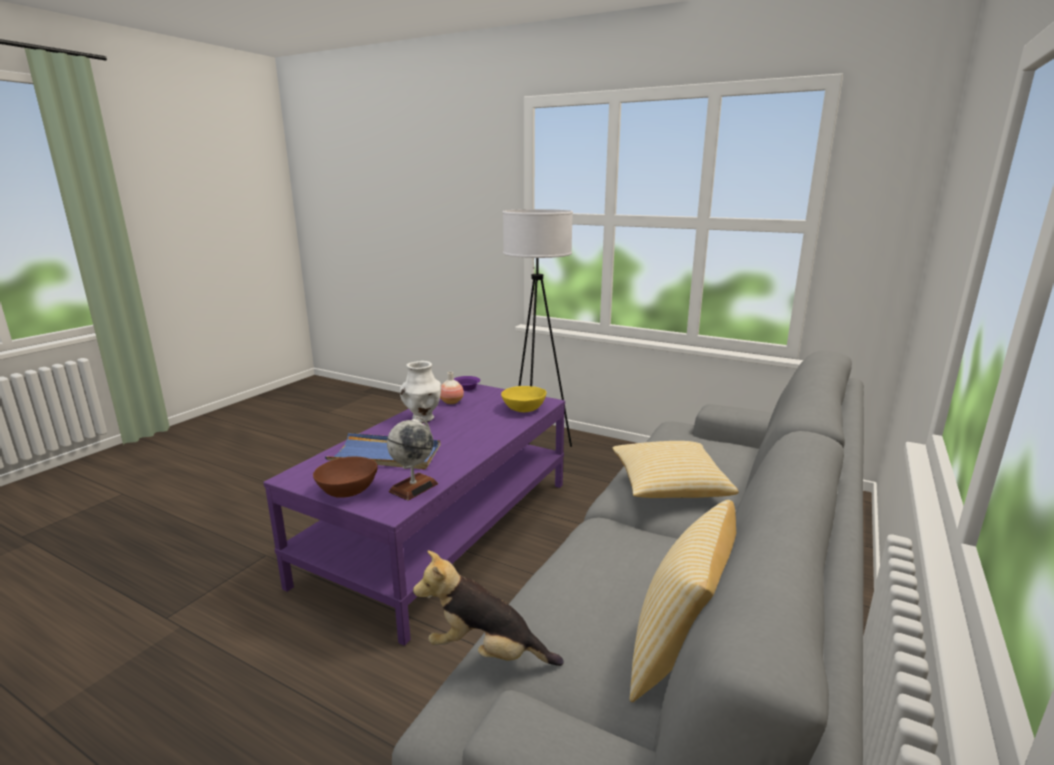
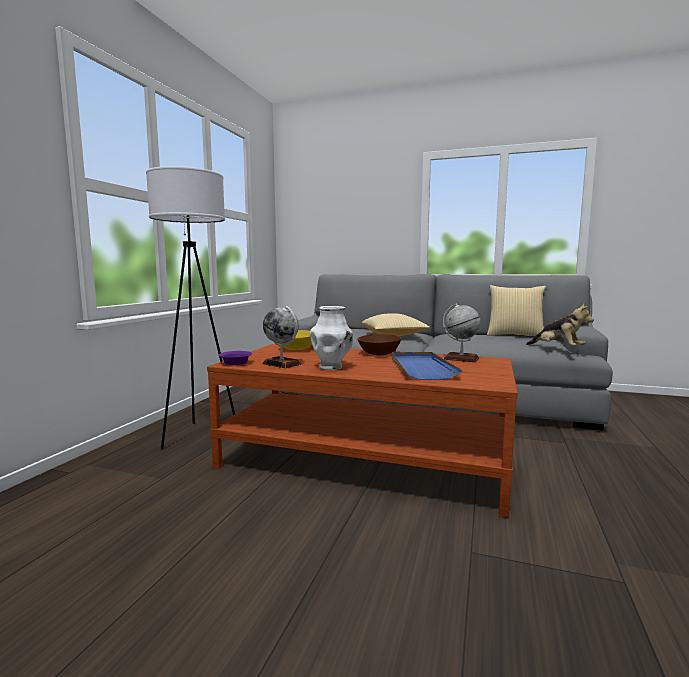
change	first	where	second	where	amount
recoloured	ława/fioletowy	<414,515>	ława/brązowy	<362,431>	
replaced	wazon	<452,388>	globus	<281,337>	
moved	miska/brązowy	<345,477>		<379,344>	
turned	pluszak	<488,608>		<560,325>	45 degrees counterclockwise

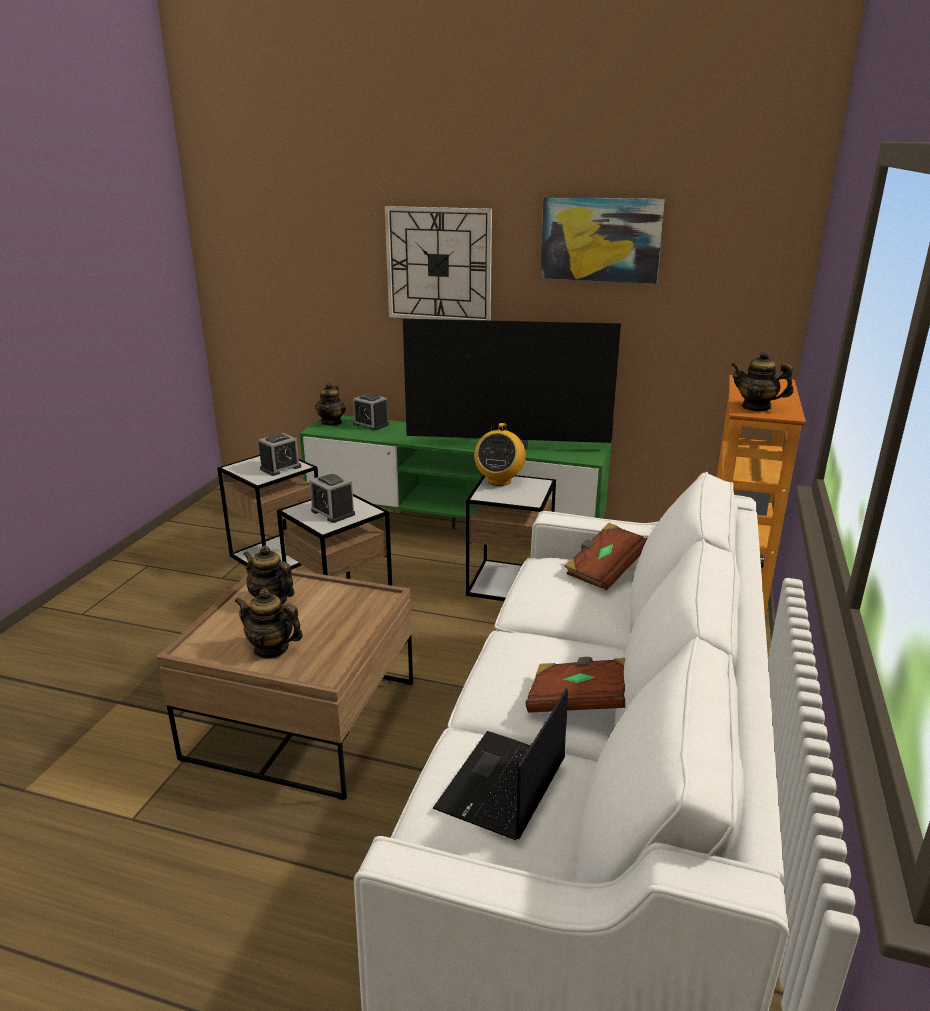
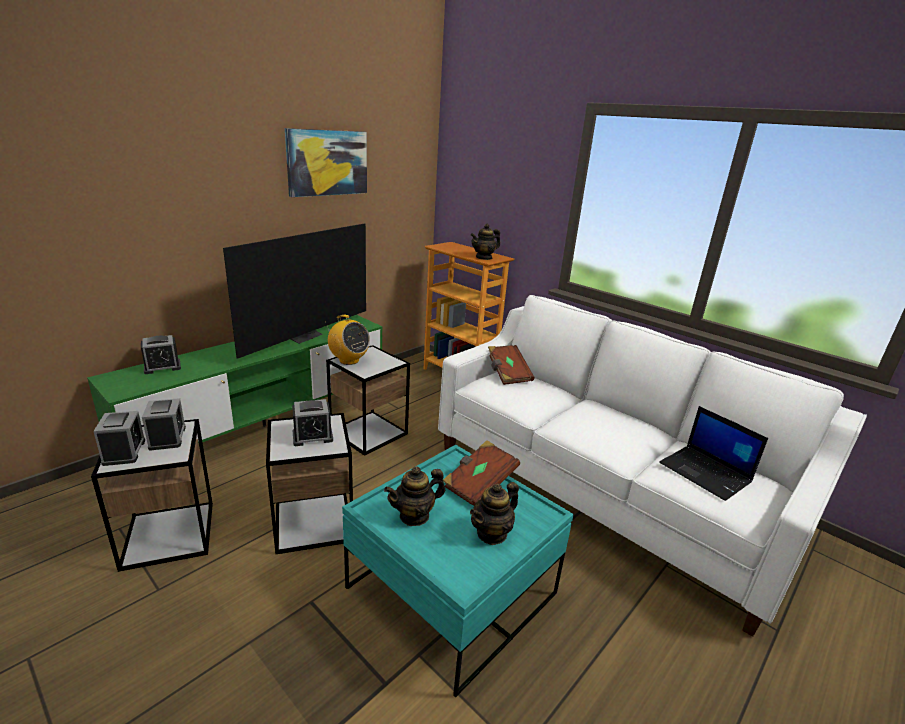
change	first	where	second	where	amount
added			budzik	<119,438>	
recoloured	ława/brązowy	<284,685>	ława/turkusowy	<458,571>	
moved	książka/brązowy	<575,685>		<481,473>	
removed	imbryk	<330,404>			
removed	zegar ścienny	<438,263>			

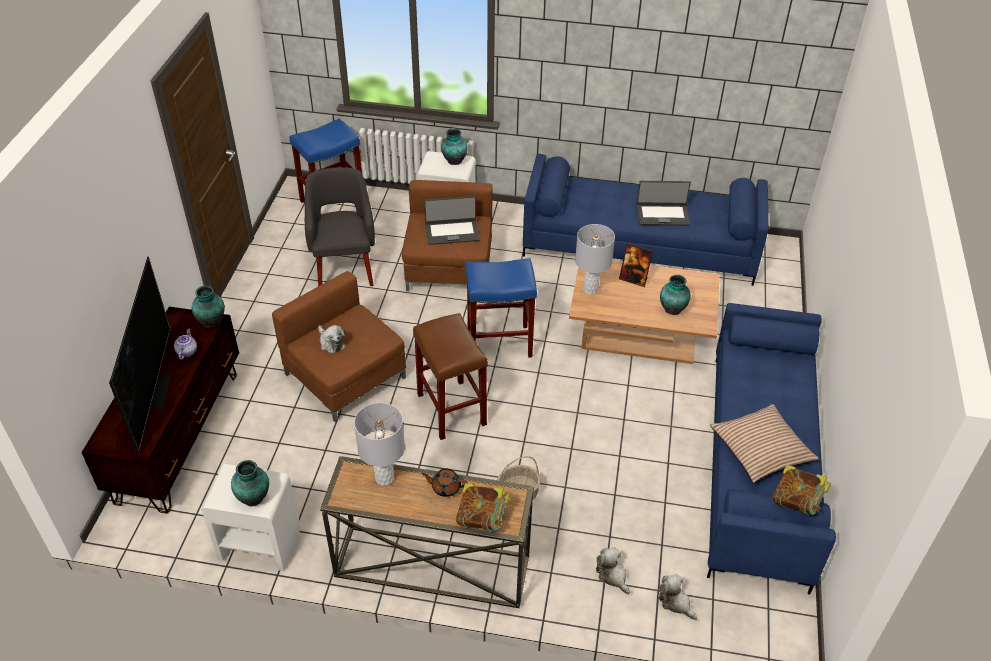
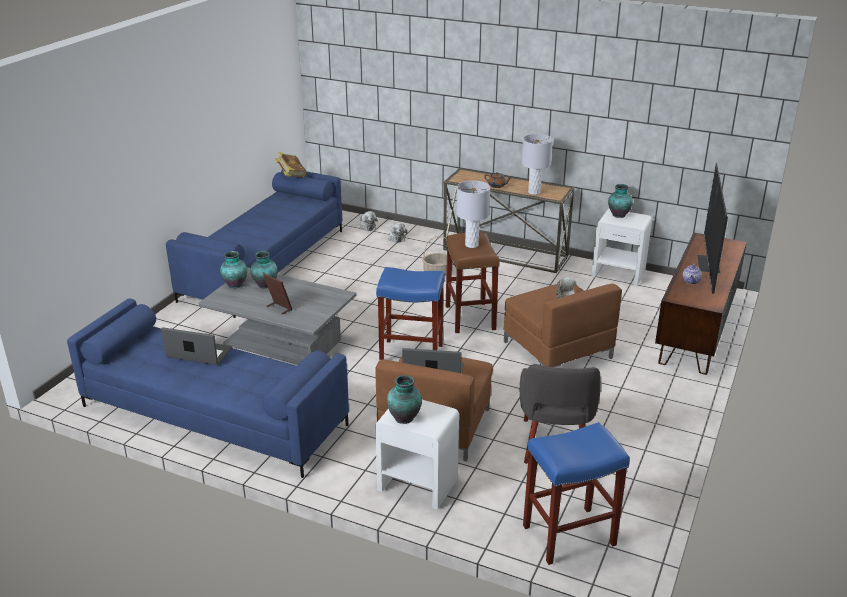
change	first	where	second	where	amount
recoloured	ława/brązowy	<644,312>	ława/szary	<277,316>	
moved	wazon	<208,307>		<233,269>	
moved	lampa stołowa/szary	<595,259>		<473,214>	
removed	książka	<483,507>			
removed	poduszka	<764,443>			

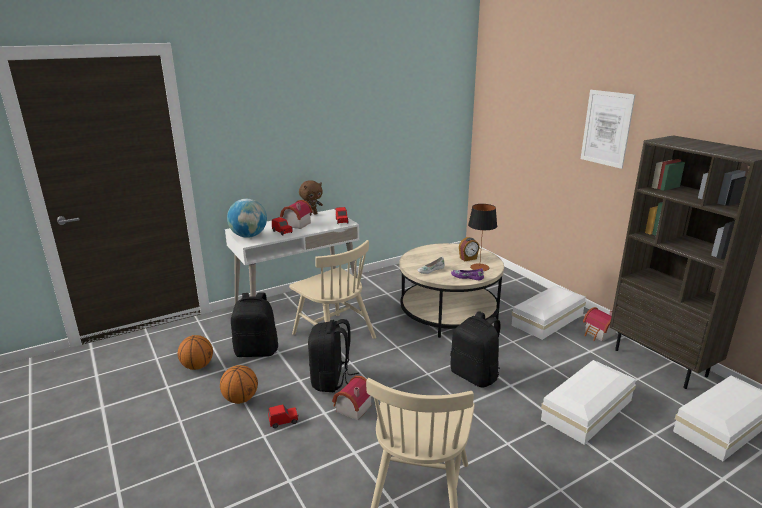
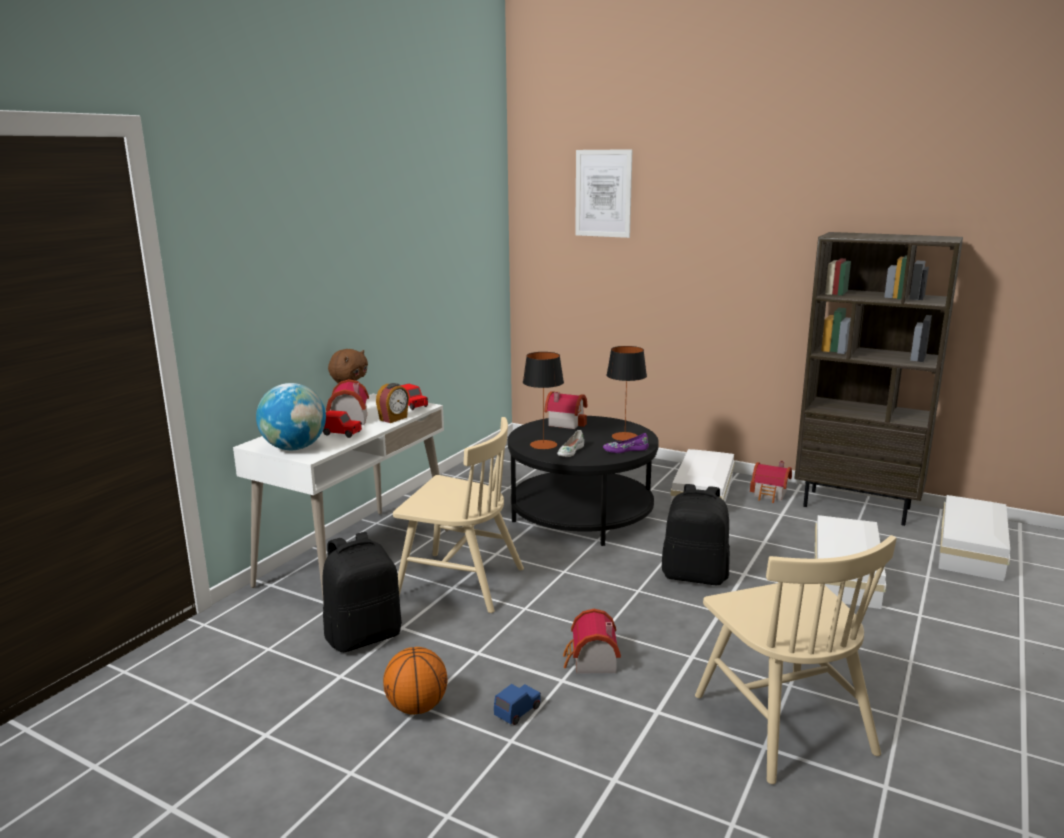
change	first	where	second	where	amount
moved	budzik	<469,249>		<392,403>	
recoloured	samochodzik/czerwony	<283,416>	samochodzik/niebieski	<517,704>	
recoloured	ława/beżowy	<451,290>	ława/czarny	<583,481>	
added			lampa stołowa	<543,400>	
added			domek	<566,410>	
moved	obraz	<608,129>		<604,193>	
removed	piłka do koszykówki	<195,352>			
removed	plecak/czarny	<333,355>			

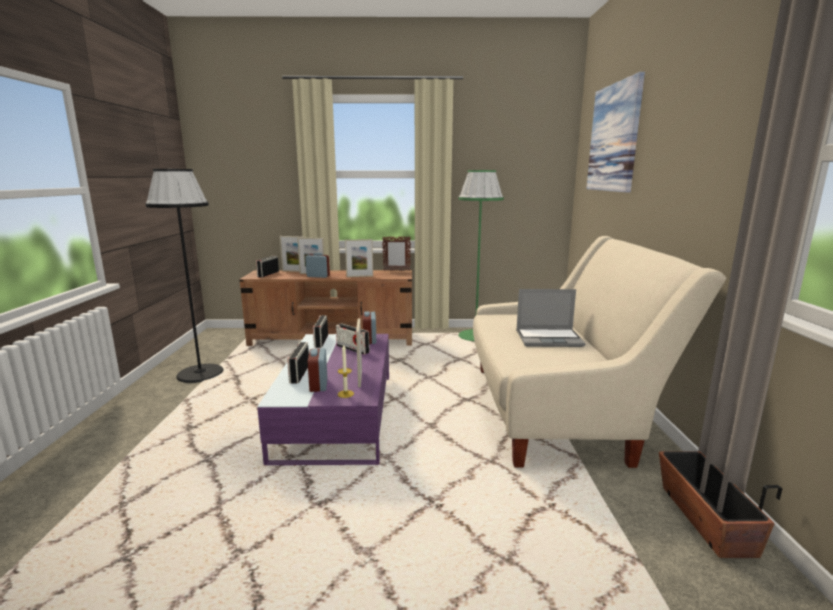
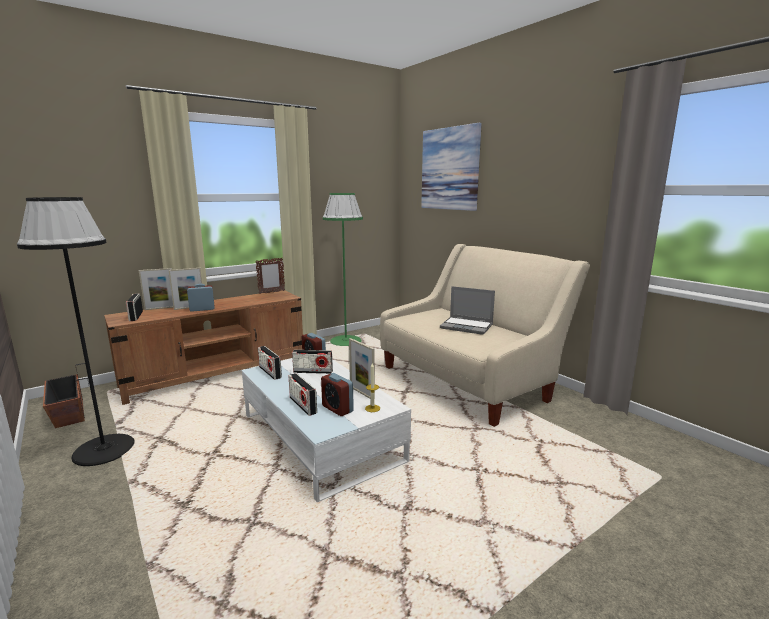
change	first	where	second	where	amount
moved	donica	<720,504>		<66,395>	
recoloured	ława/fioletowy	<323,399>	ława/biały	<326,430>	
turned	laptop	<550,318>		<467,310>	60 degrees clockwise
removed	ramka na zdjęcie	<359,258>			

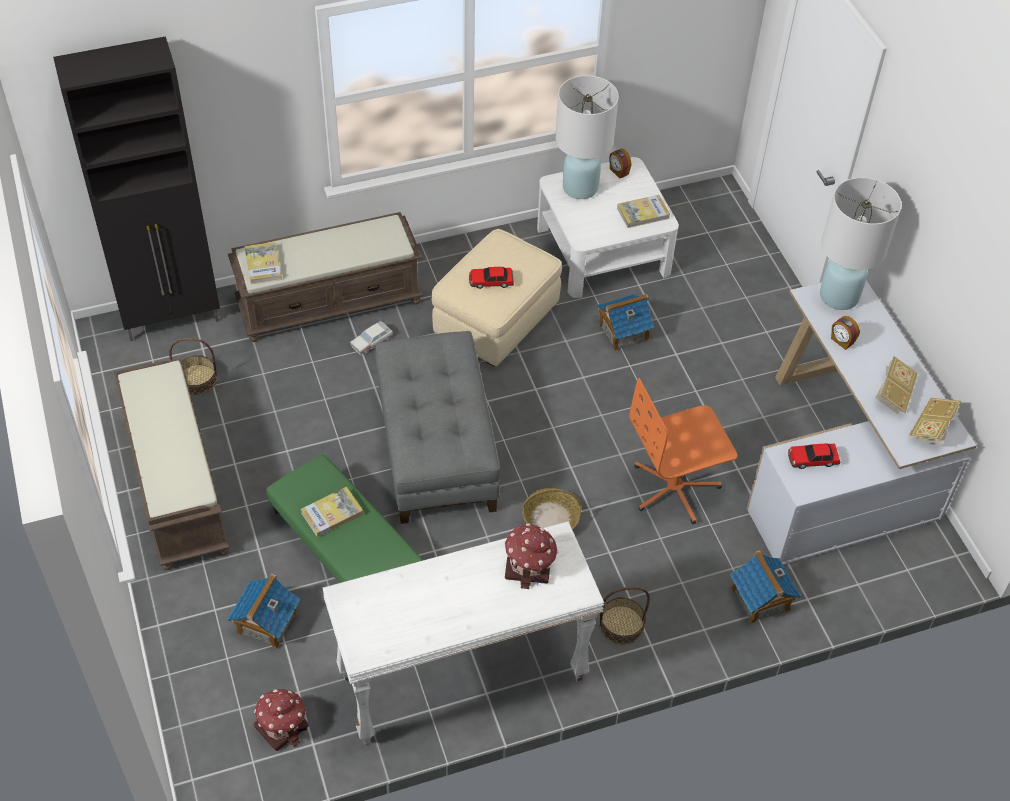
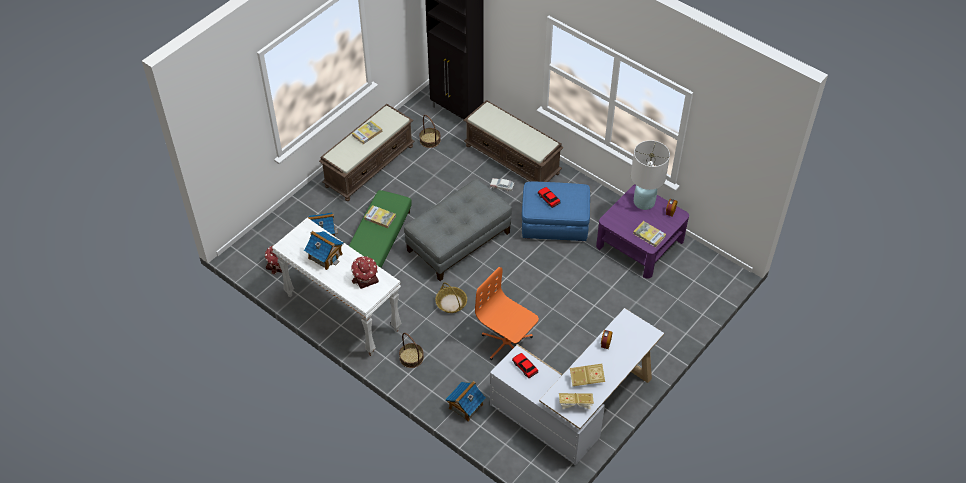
change	first	where	second	where	amount
moved	domek	<625,322>		<324,250>	
moved	książka	<263,263>		<367,132>	
recoloured	pufa/beżowy	<496,298>	pufa/niebieski	<556,211>	
recoloured	ława/biały	<608,227>	ława/fioletowy	<642,232>	
removed	lampa stołowa/biały	<861,243>			

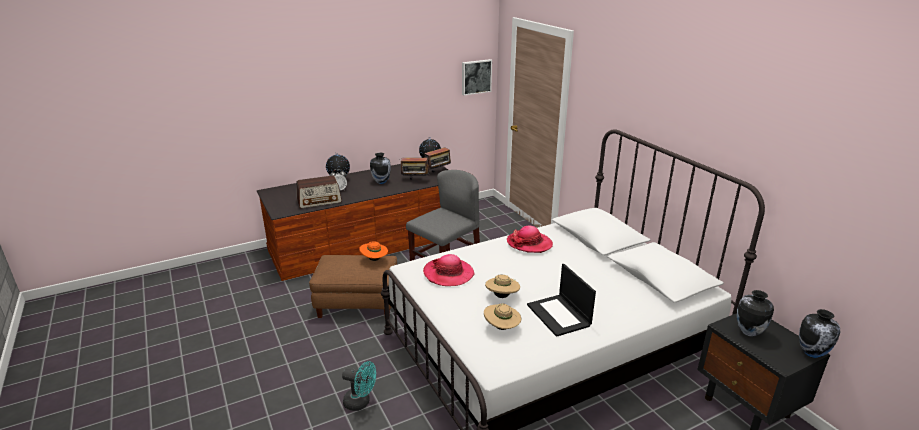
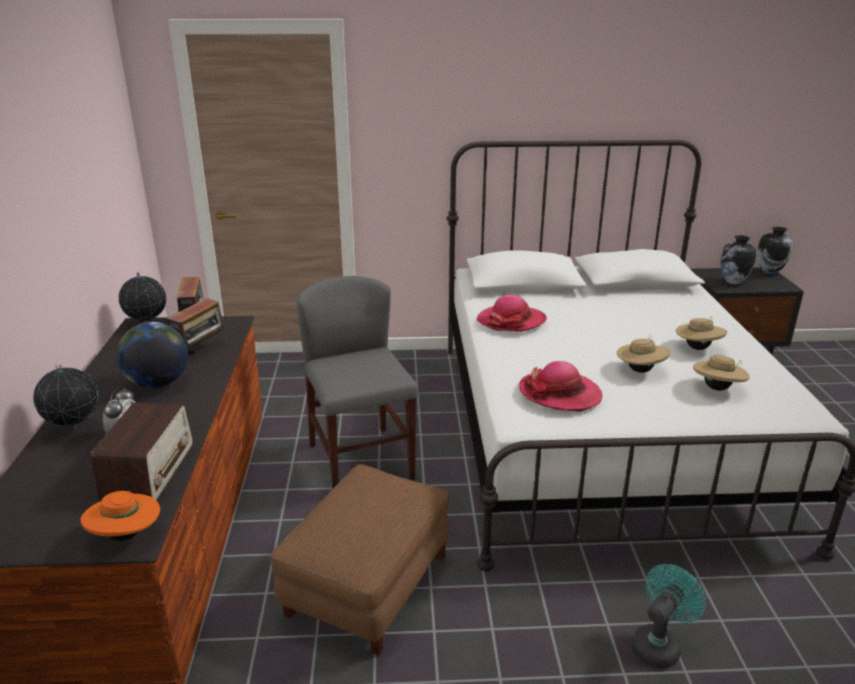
change	first	where	second	where	amount
moved	kapelusz/pomarańczowy	<373,251>		<120,516>	
replaced	wazon	<380,168>	globus	<152,355>	
replaced	laptop	<561,300>	kapelusz/beżowy	<701,333>	
removed	obraz	<477,77>			

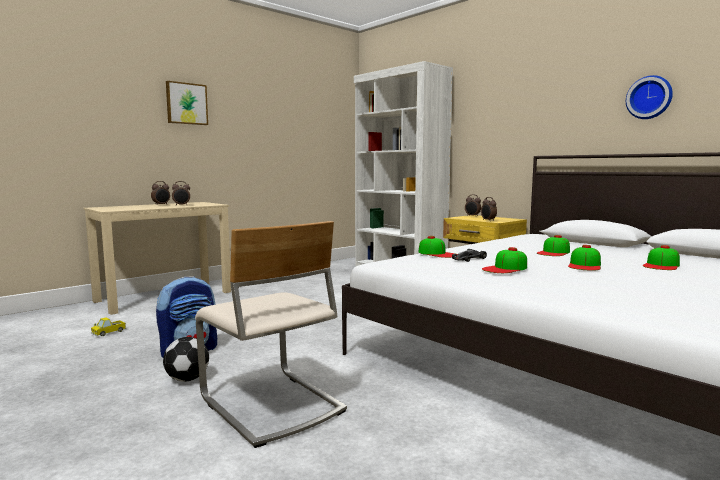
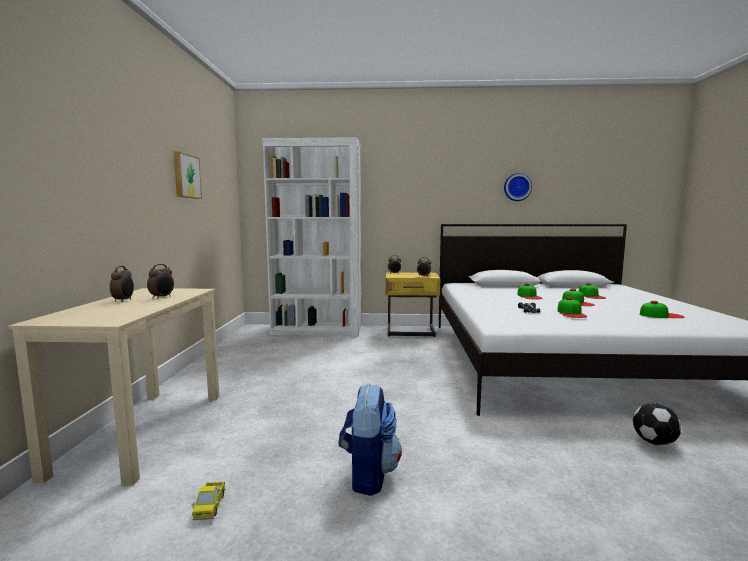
change	first	where	second	where	amount
moved	obraz	<187,103>		<188,175>	
moved	piłka futbolowa	<186,359>		<657,424>	
moved	czapka z daszkiem	<437,247>		<662,309>	
removed	krzesło/beżowy	<271,334>			

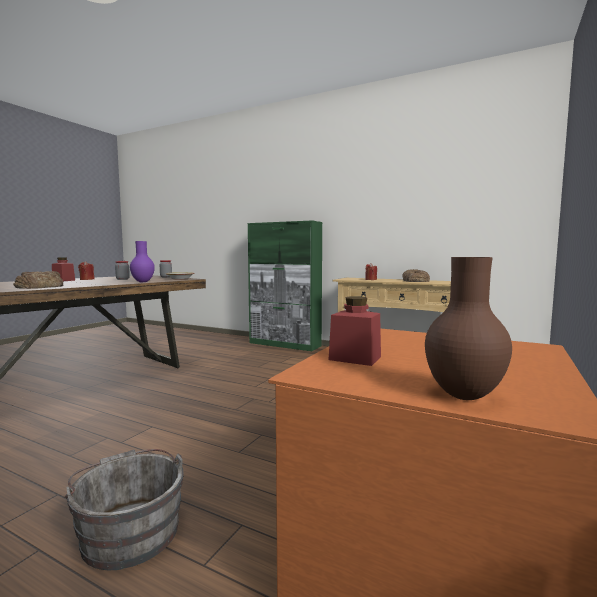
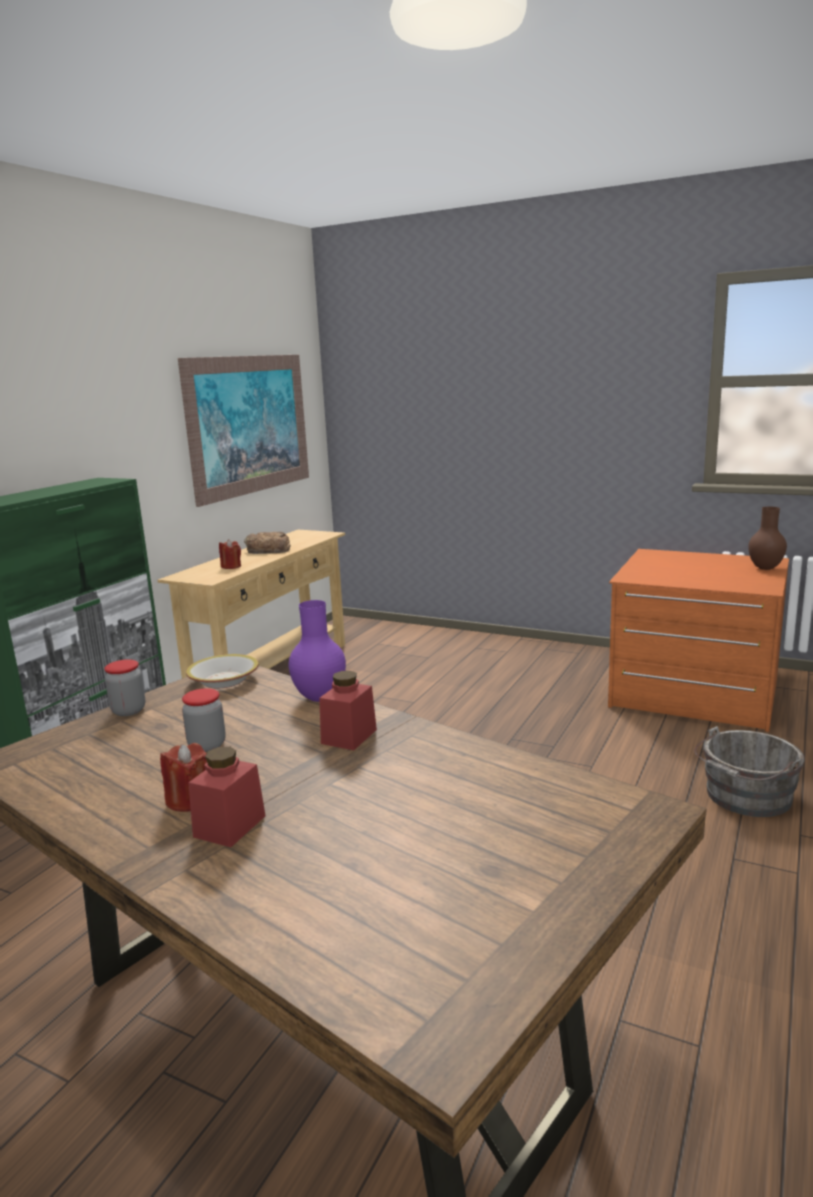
change	first	where	second	where	amount
added			obraz	<243,431>	
moved	słoik/czerwony	<355,331>		<348,710>	
removed	chleb	<38,280>			

